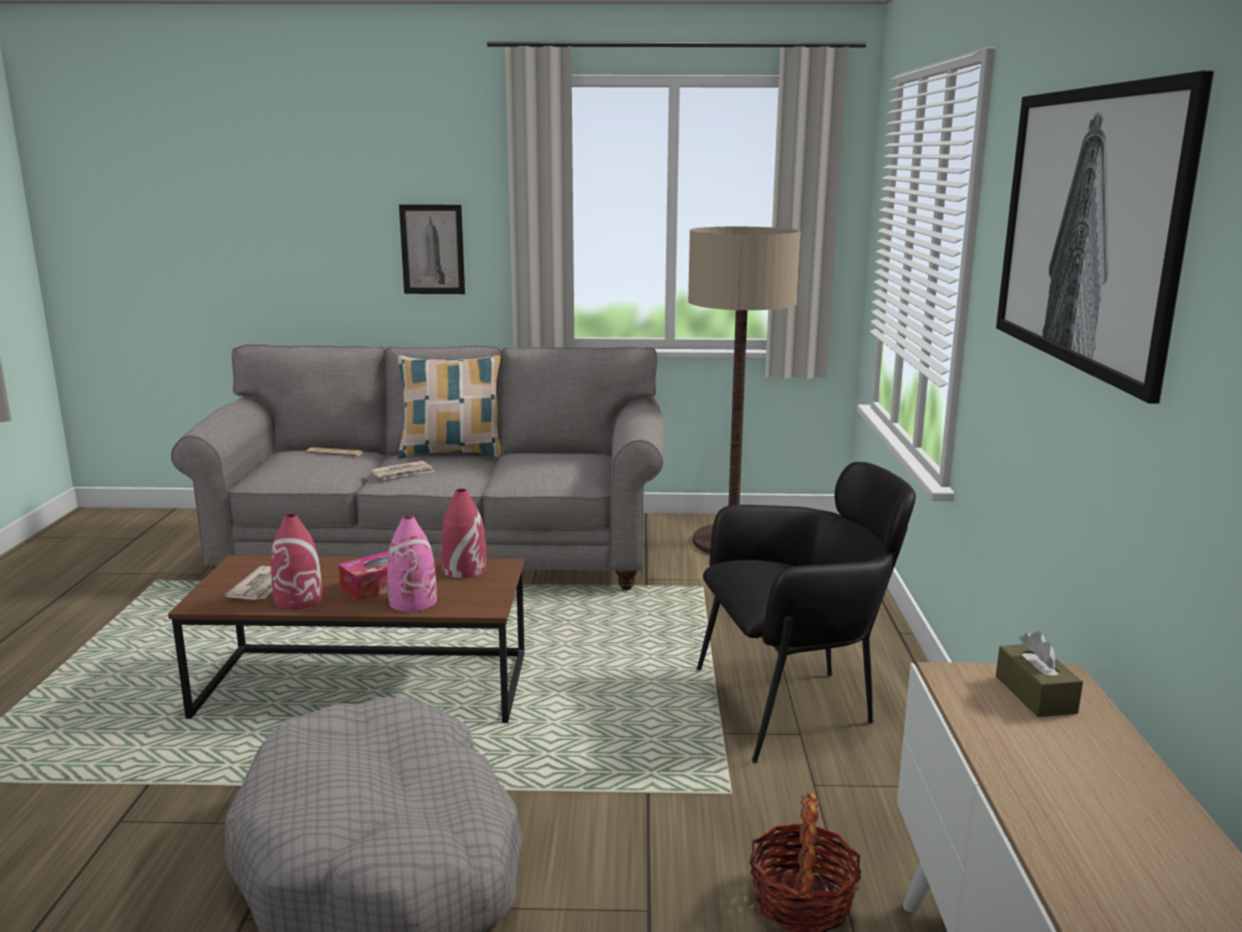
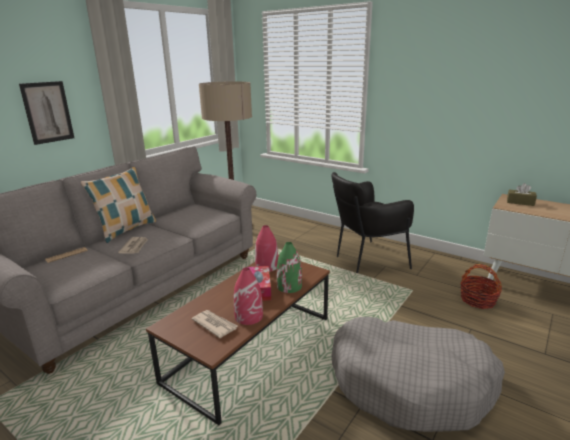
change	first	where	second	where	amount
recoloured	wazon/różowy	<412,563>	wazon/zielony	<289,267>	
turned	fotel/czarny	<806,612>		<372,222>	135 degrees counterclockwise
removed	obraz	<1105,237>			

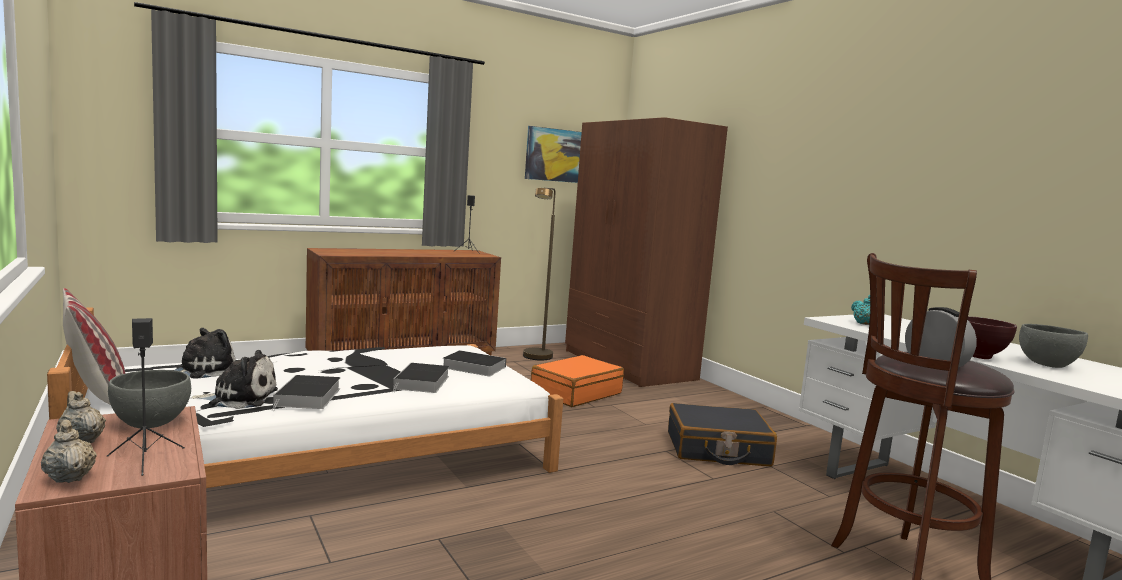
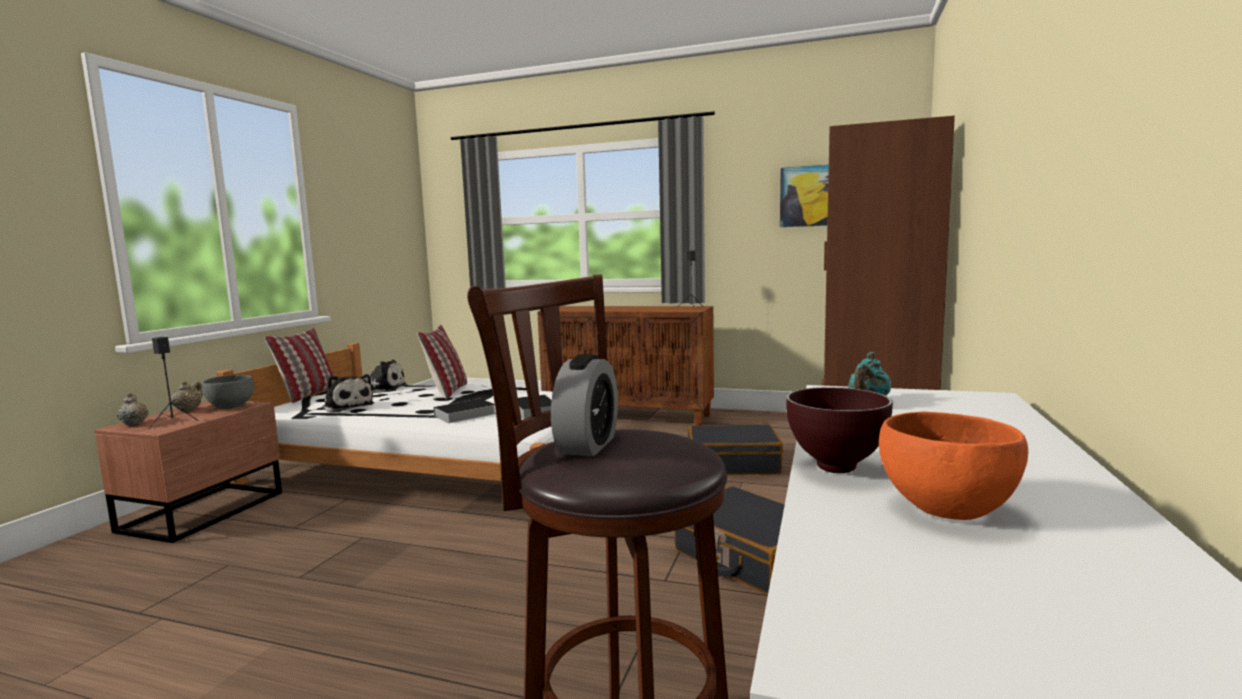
change	first	where	second	where	amount
turned	imbryk/beżowy	<69,451>		<133,409>	45 degrees counterclockwise
added			poduszka	<442,362>	
recoloured	walizka/pomarańczowy	<577,381>	walizka/czarny	<735,449>	
recoloured	miska/szary	<1053,346>	miska/pomarańczowy	<953,465>	
removed	książka	<306,393>			
removed	lampa stojąca/brązowy	<539,274>			

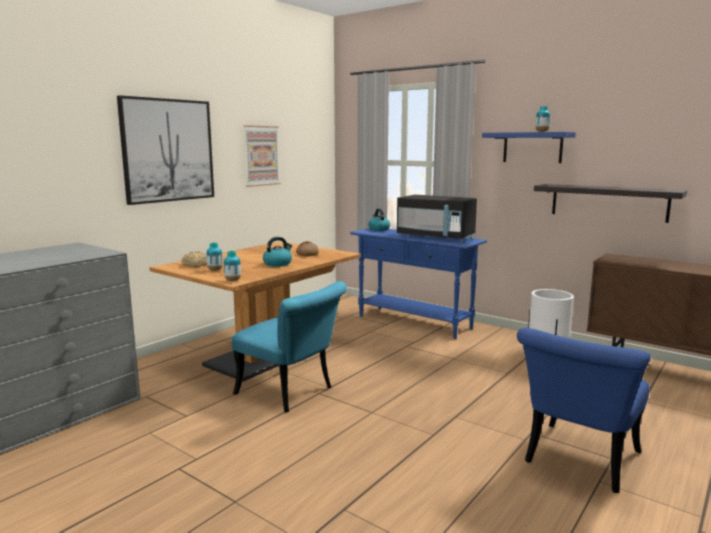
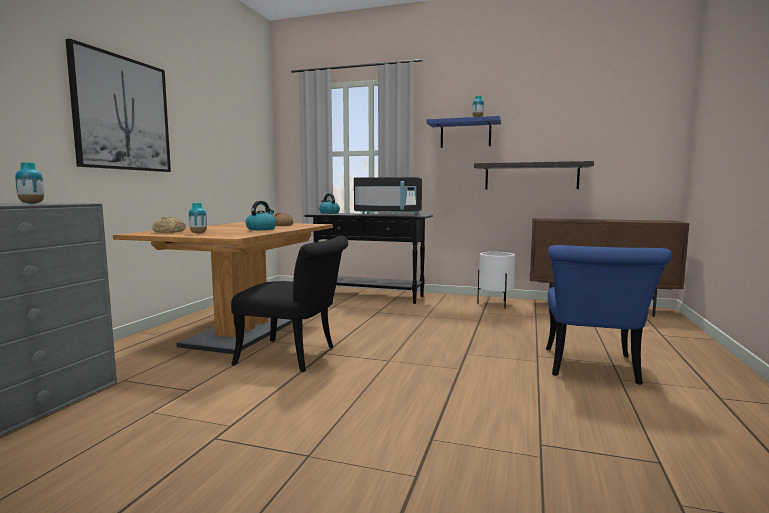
change	first	where	second	where	amount
moved	wazon	<232,266>		<29,183>	
recoloured	krzesło/turkusowy	<289,347>	krzesło/czarny	<289,304>	
recoloured	stolik konsolowy/niebieski	<418,283>	stolik konsolowy/czarny	<369,258>	
removed	obraz	<261,156>			

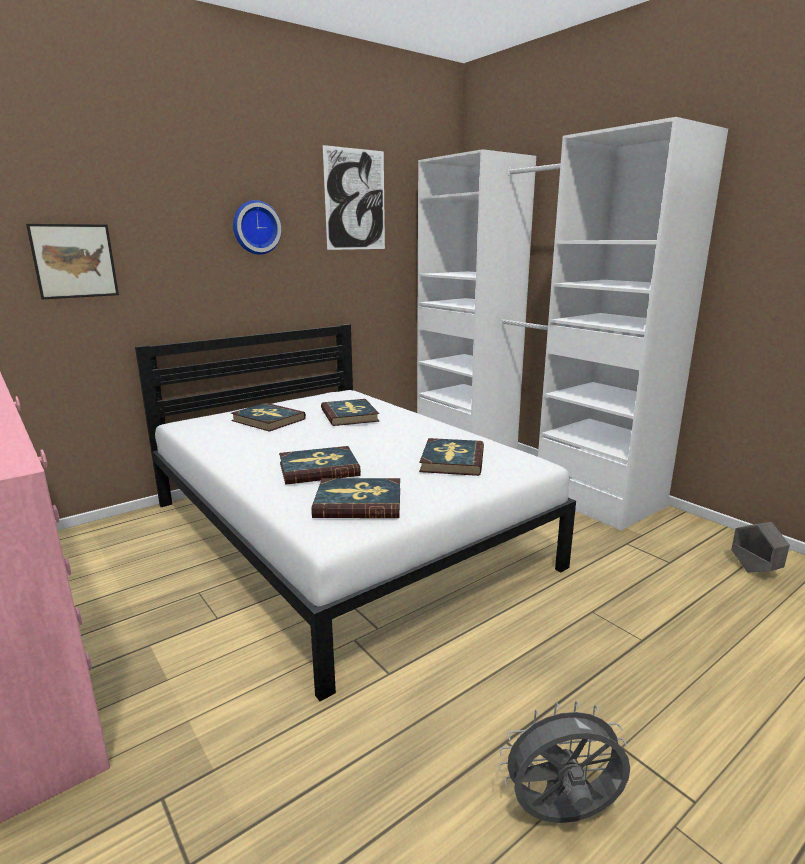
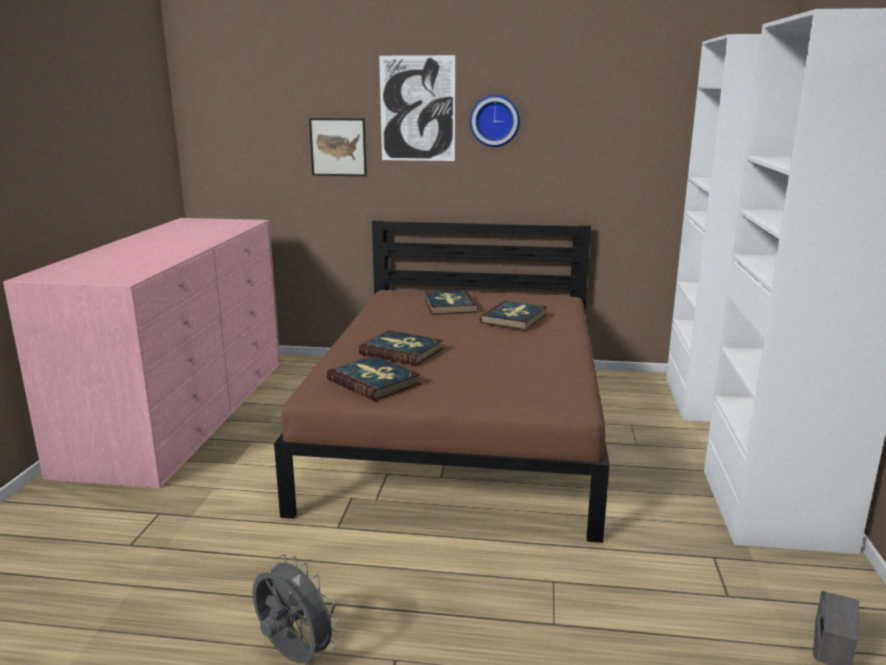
change	first	where	second	where	amount
recoloured	łóżko/biały	<355,512>	łóżko/brązowy	<442,381>	
moved	obraz	<354,197>		<417,108>	
removed	książka	<451,457>			

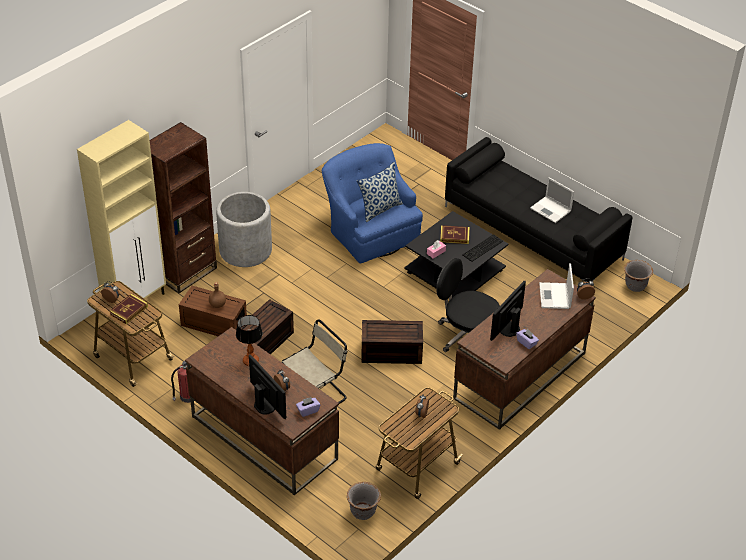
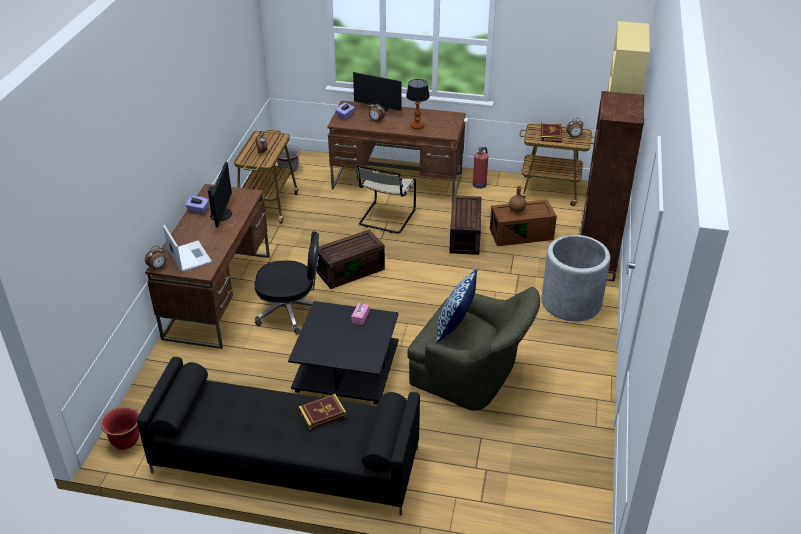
change	first	where	second	where	amount
recoloured	donica/szary	<638,276>	donica/czerwony	<119,428>	
moved	książka	<455,234>		<322,412>	
recoloured	fotel/niebieski	<372,203>	fotel/zielony	<473,349>	
removed	klawiatura	<483,248>			
removed	laptop	<552,200>			

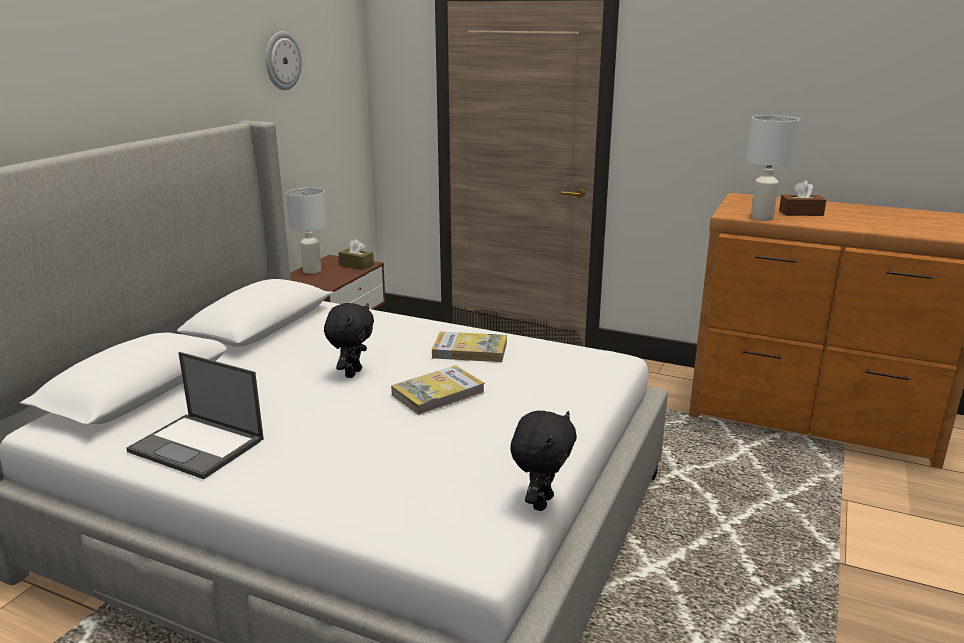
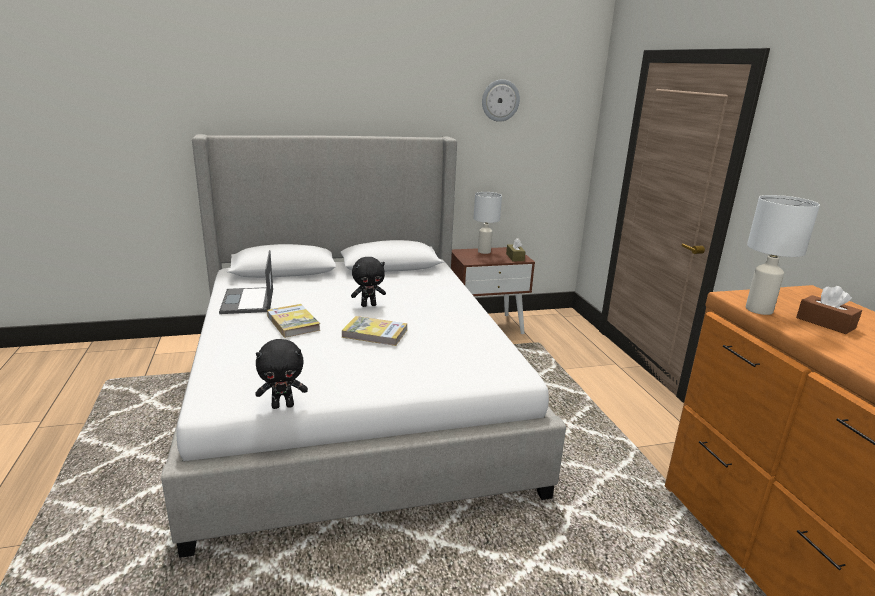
change	first	where	second	where	amount
moved	książka	<469,347>		<293,321>	

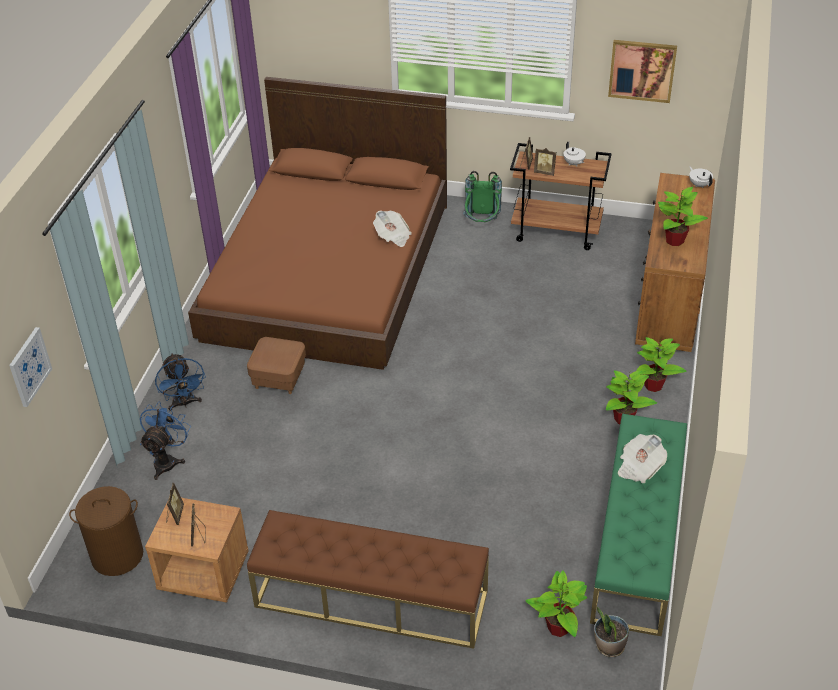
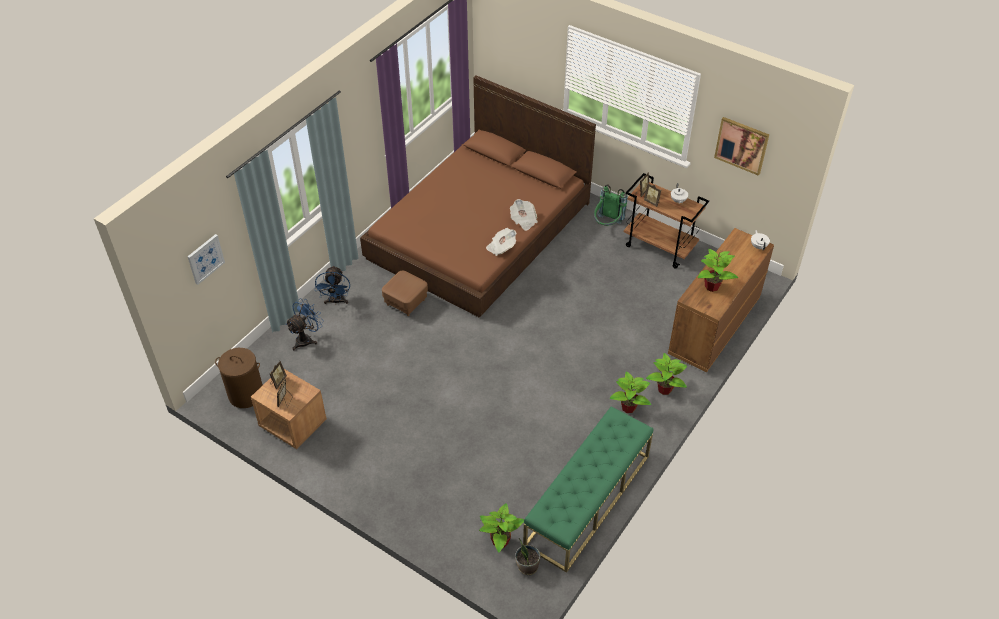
change	first	where	second	where	amount
moved	gazeta	<642,458>		<501,242>	
removed	ławka/brązowy	<368,579>			

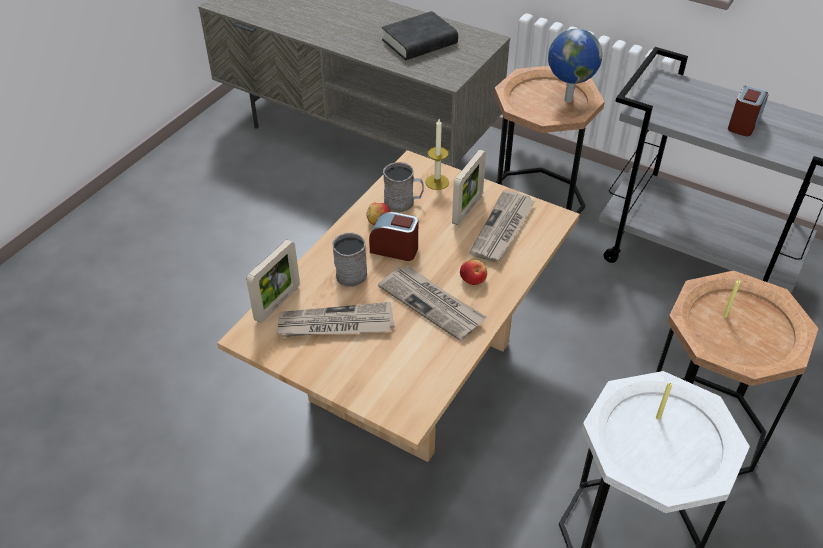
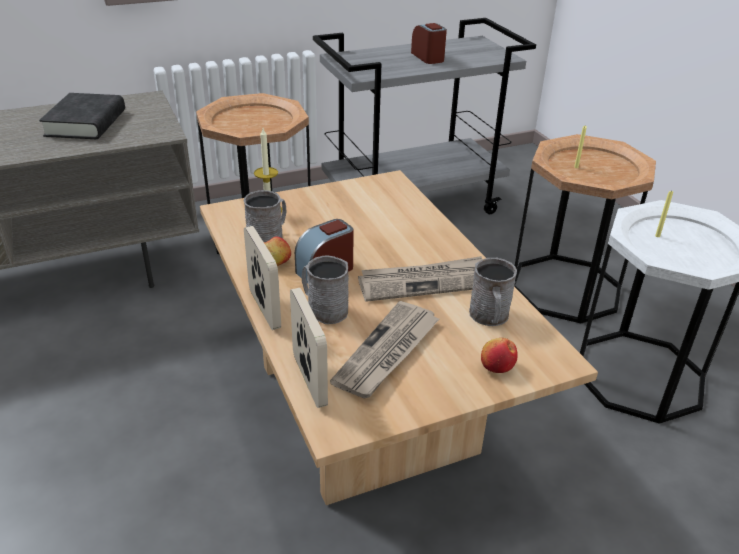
change	first	where	second	where	amount
moved	ramka na zdjęcie	<469,188>		<262,278>	
added			kubek/szary	<493,292>	
moved	jabłko	<473,272>		<499,355>	
removed	gazeta	<502,226>			
removed	globus	<575,65>			

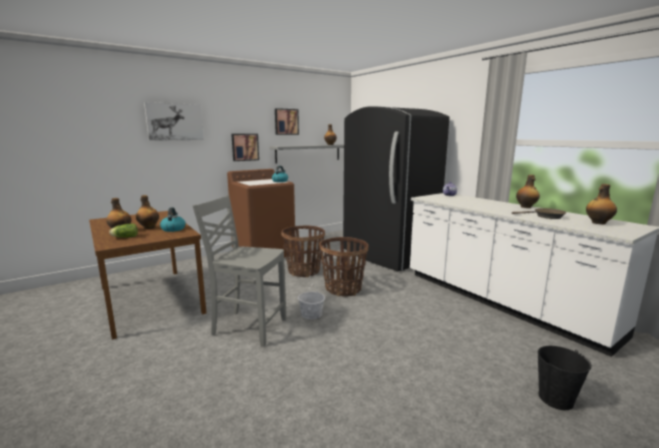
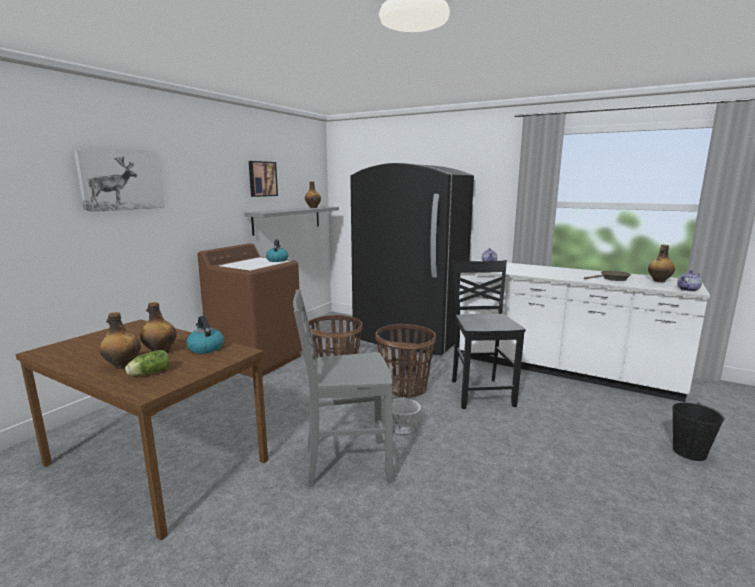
change	first	where	second	where	amount
added			krzesło/czarny	<489,334>	
added			imbryk	<689,281>	
removed	obraz	<245,147>			
removed	butelka	<528,191>			

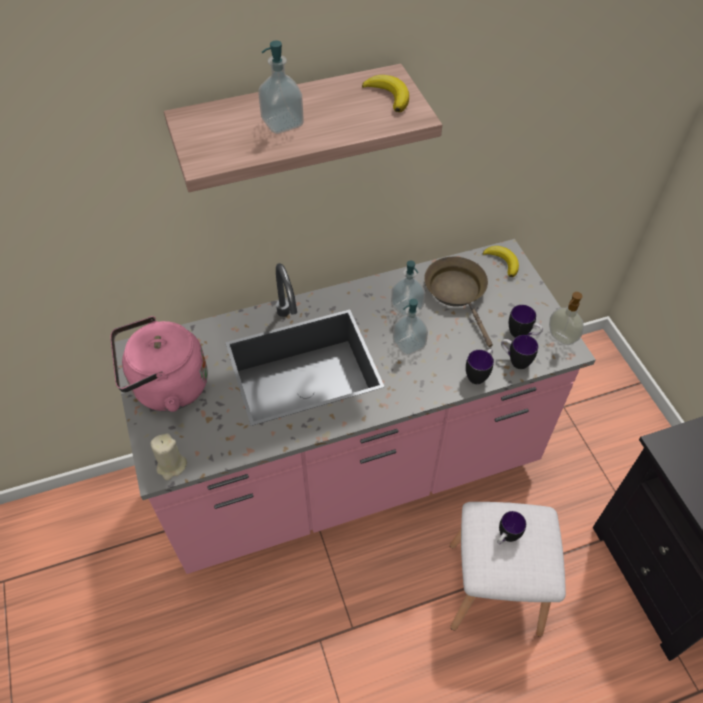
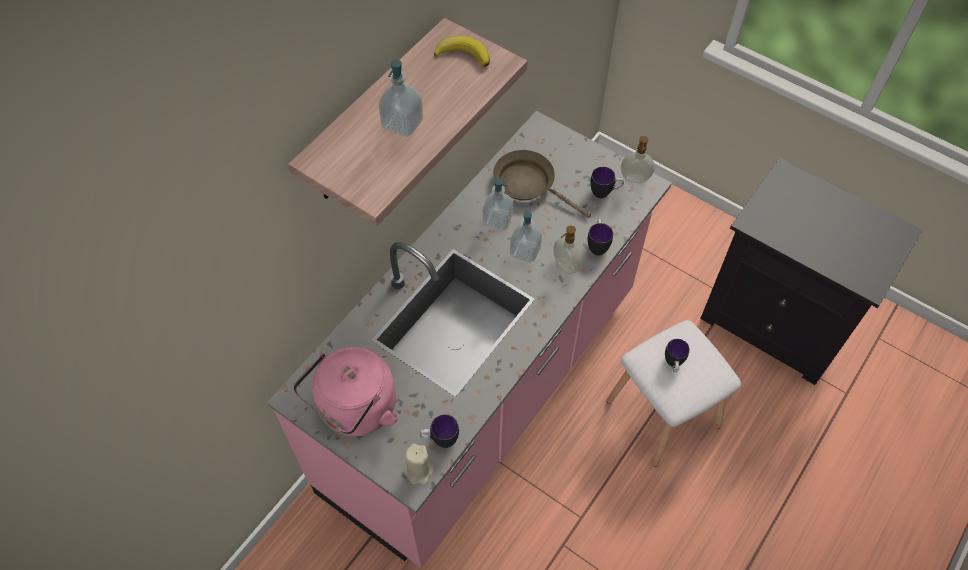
change	first	where	second	where	amount
moved	kubek	<519,352>		<439,431>	
added			dozownik mydła	<568,249>	
removed	banan	<501,261>			

